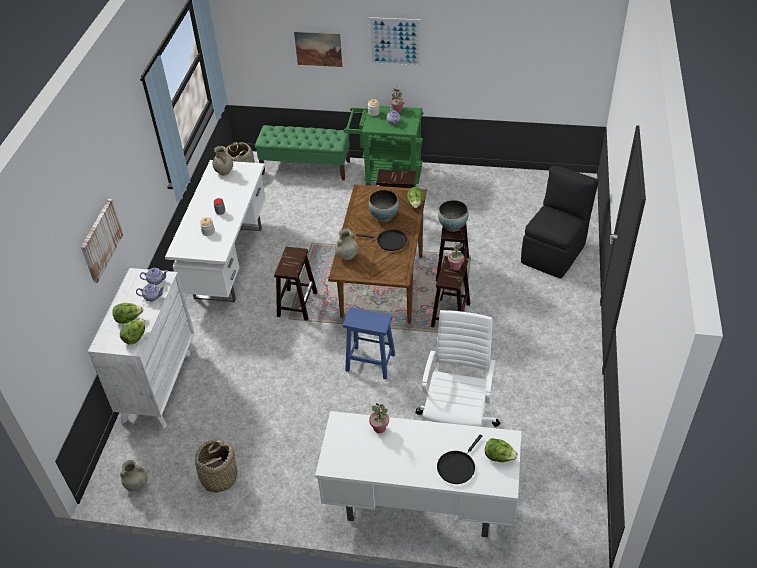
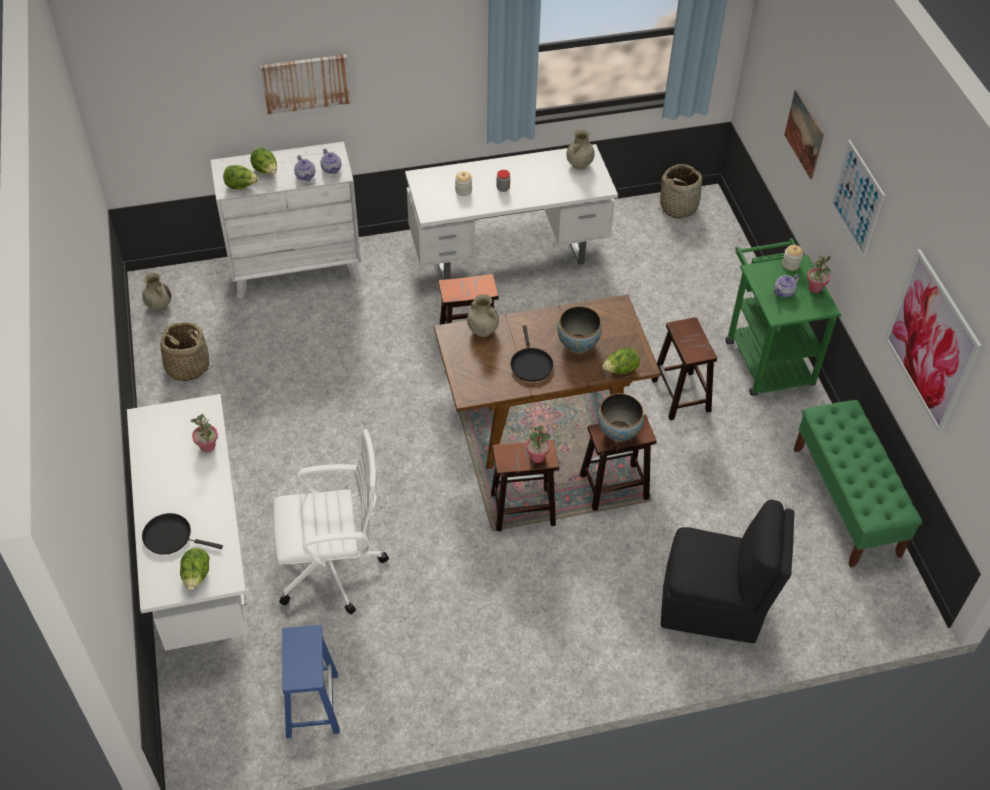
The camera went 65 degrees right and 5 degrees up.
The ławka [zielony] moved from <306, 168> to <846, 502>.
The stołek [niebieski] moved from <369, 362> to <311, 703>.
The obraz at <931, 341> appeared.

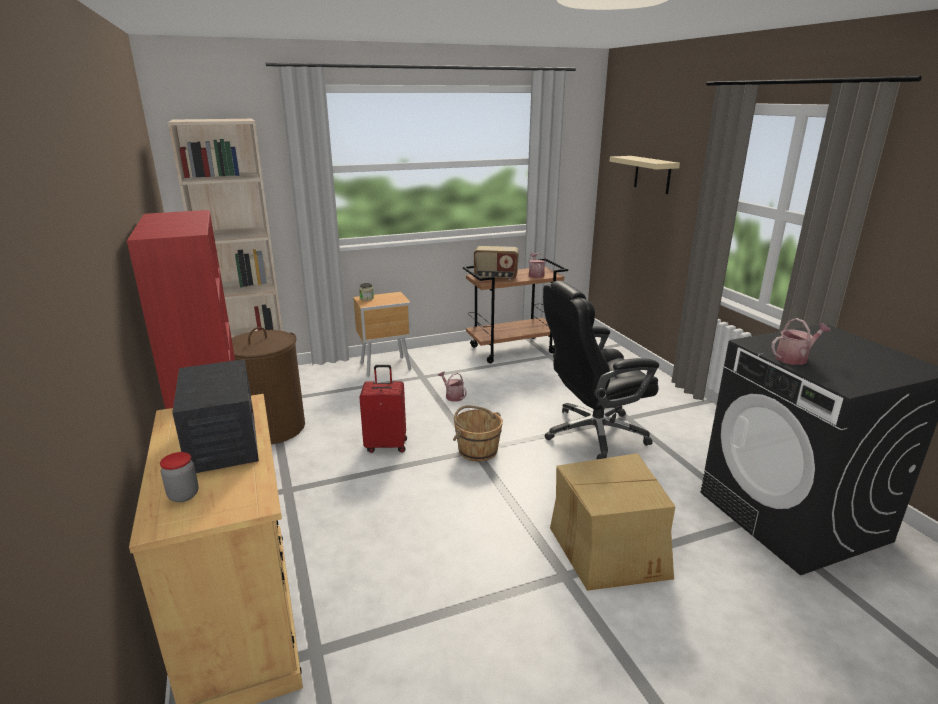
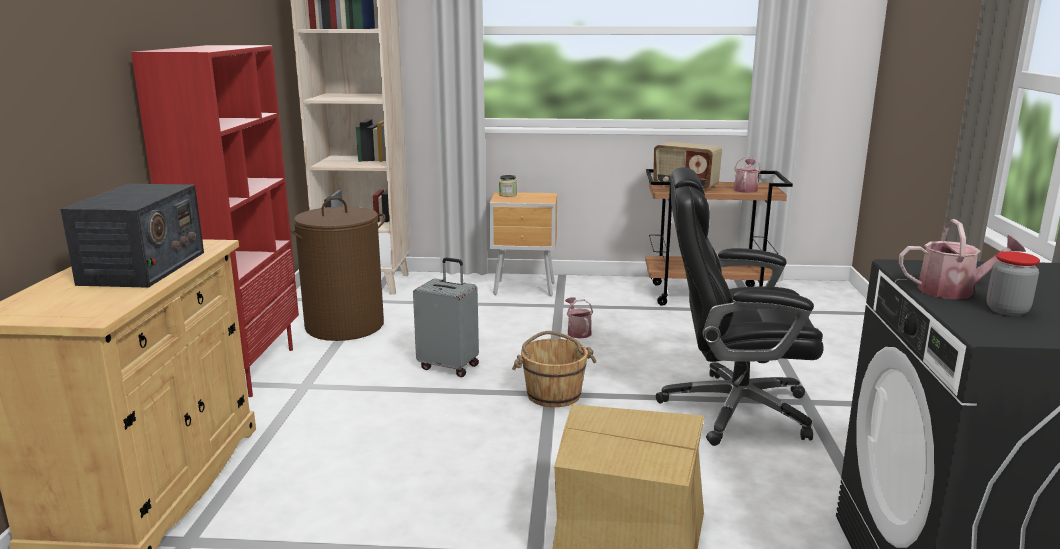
The camera went 25 degrees right and 5 degrees down.
The słoik moved from <183, 495> to <1007, 310>.
The walizka [czerwony] at <386, 445> became the walizka [szary] at <449, 366>.
The półka [beżowy] at <652, 174> disappeared.

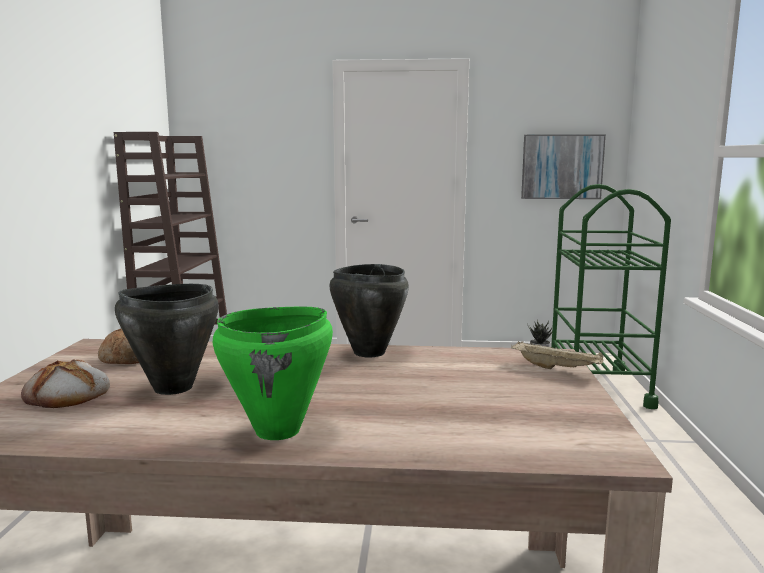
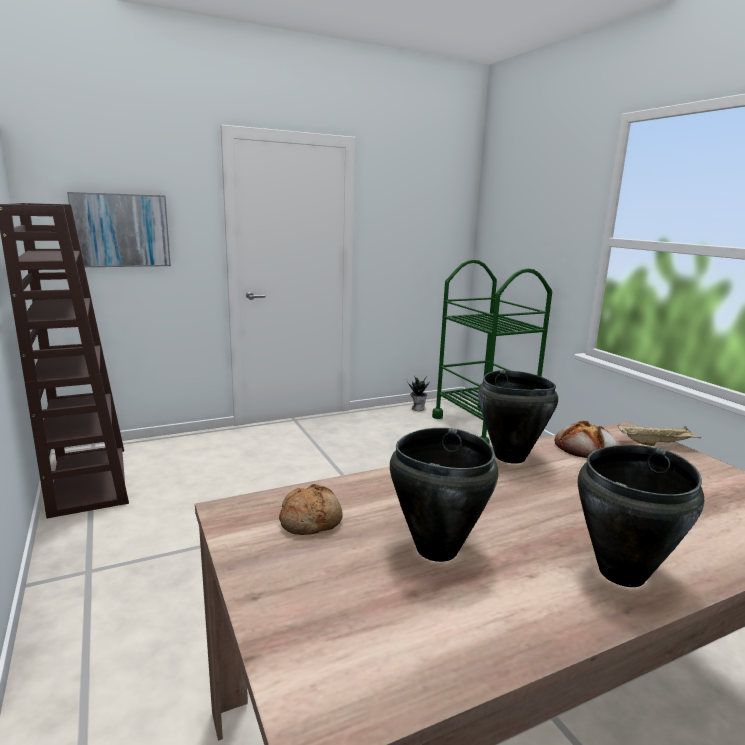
The camera went 30 degrees left and 5 degrees up.
The chleb moved from <67, 395> to <585, 447>.
The garnek [zielony] at <278, 431> became the garnek [czarny] at <623, 573>.
The obraz moved from <562, 167> to <121, 230>.

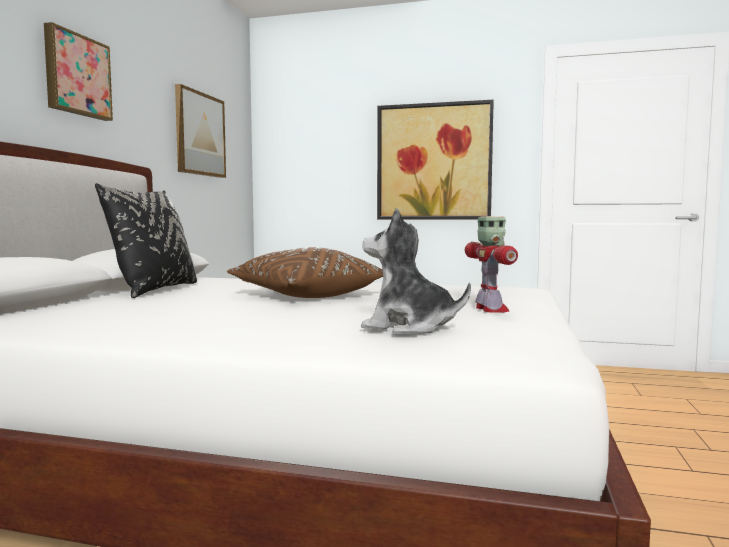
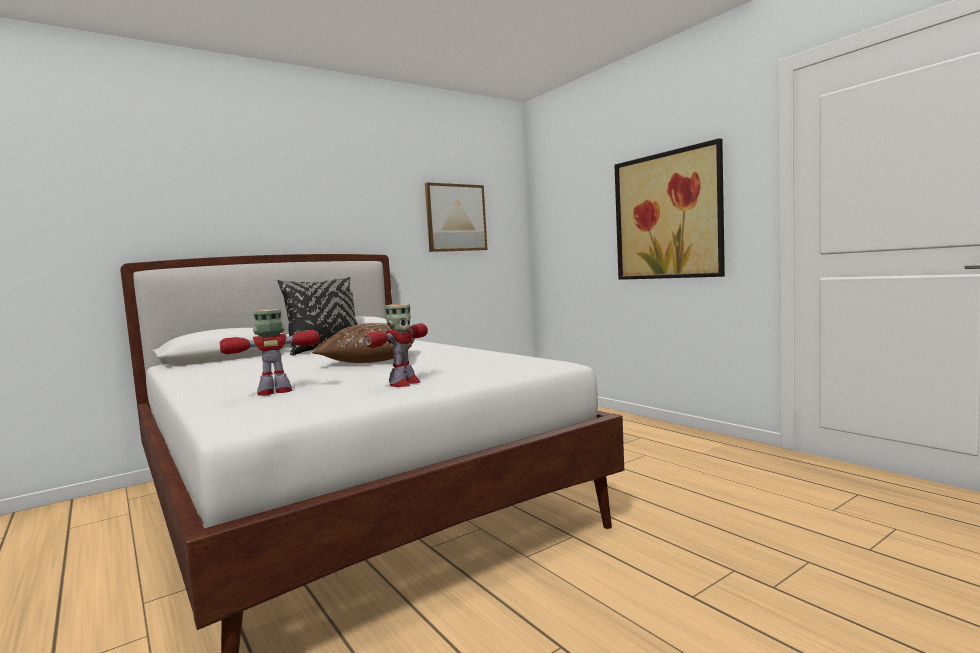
The camera went 40 degrees right and 0 degrees up.
The obraz at <76, 75> disappeared.
The pluszak at <409, 327> was replaced by the robot zabawkowy at <275, 392>.

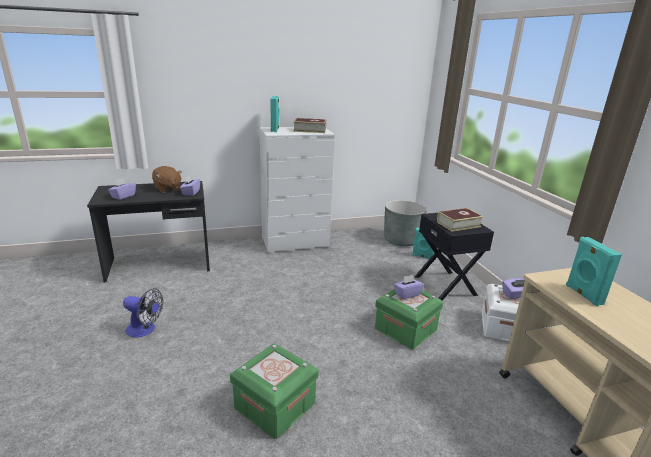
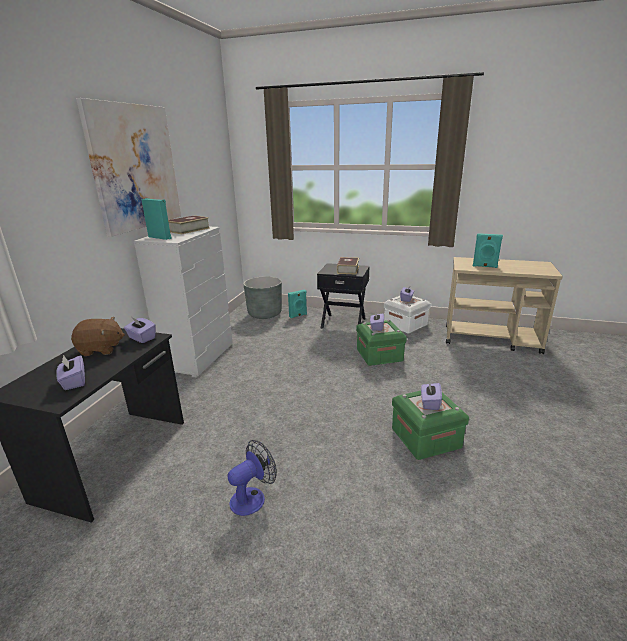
The camera went 55 degrees left and 0 degrees up.
The obraz at <135, 167> appeared.
The pudełko chusteczek [fioletowy] at <430, 403> appeared.

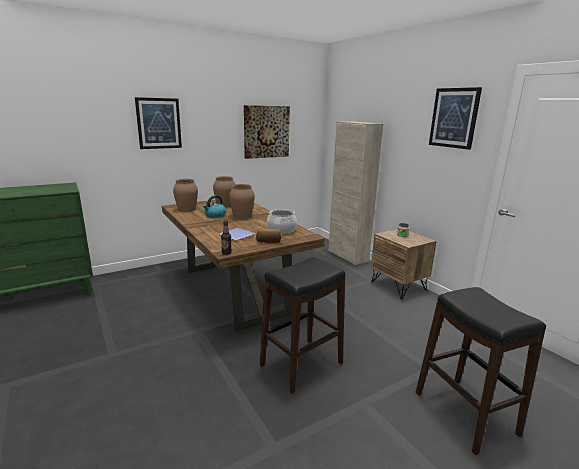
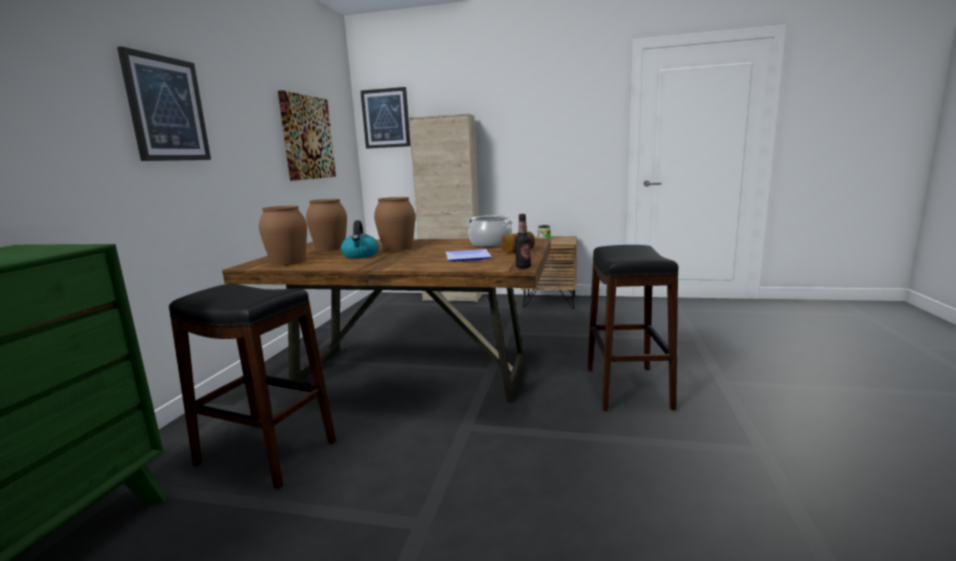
The camera went 45 degrees left and 5 degrees down.
The stołek [czarny] moved from <464, 413> to <265, 453>.
The obraz moved from <454, 118> to <386, 118>.

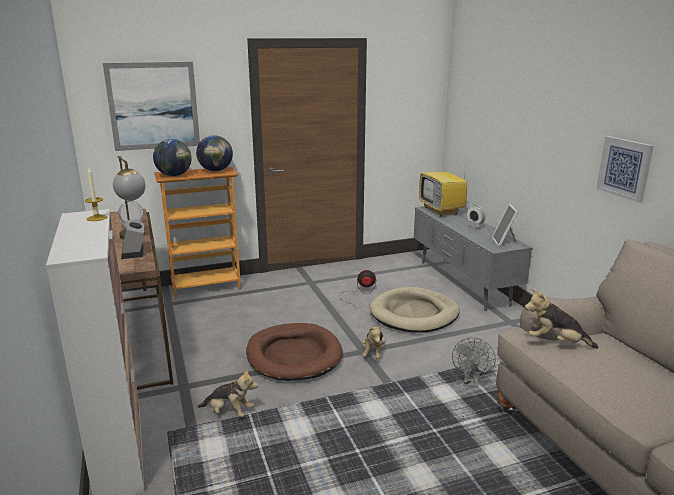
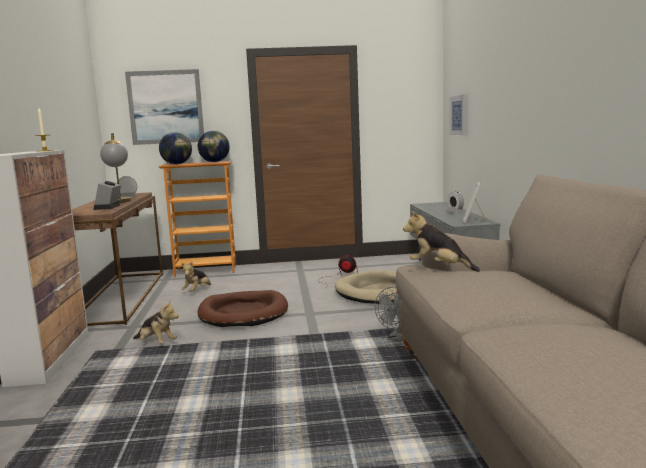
The camera went 15 degrees right and 10 degrees down.
The pluszak moved from <374, 353> to <197, 291>.
The telewizor at <442, 211> disappeared.
The obraz moved from <624, 168> to <458, 115>.

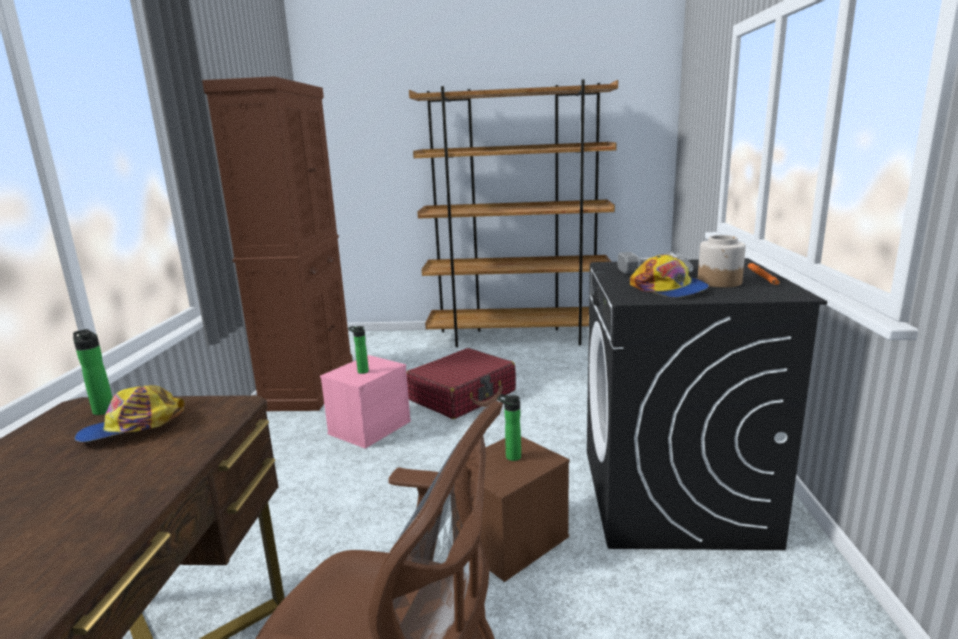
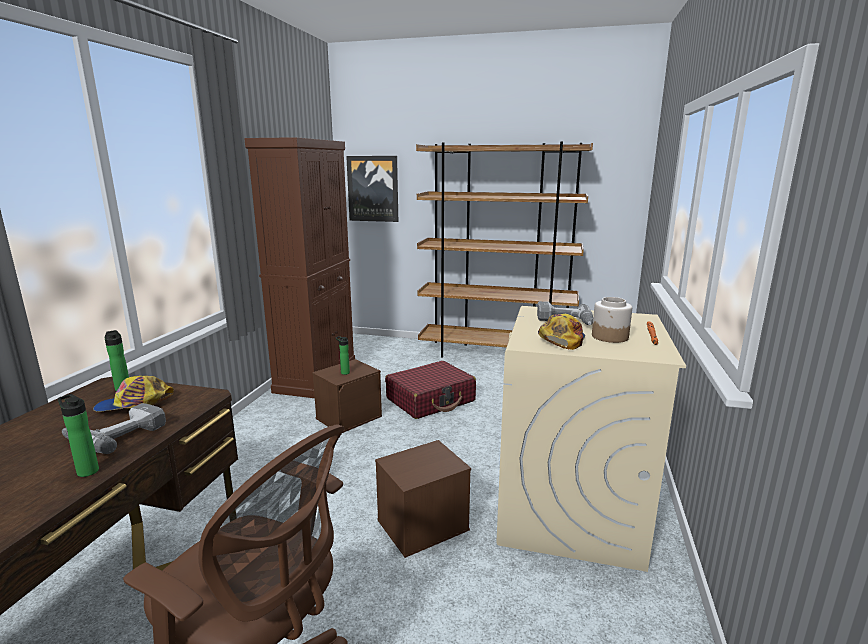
The camera went 10 degrees right and 0 degrees up.
The pojemnik do przechowywania [różowy] at <370, 427> became the pojemnik do przechowywania [brązowy] at <349, 417>.
The butelka moved from <511, 456> to <86, 470>.
The pralka [czarny] at <673, 496> became the pralka [beżowy] at <570, 510>.
The czapka z daszkiem at <669, 289> turned 135 degrees counterclockwise.
The wiertarka at <115, 434> appeared.
The obraz at <373, 189> appeared.

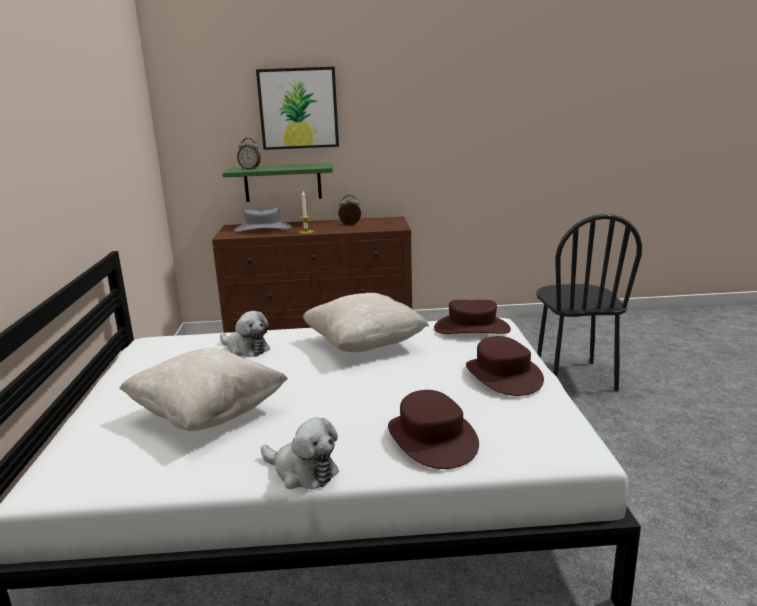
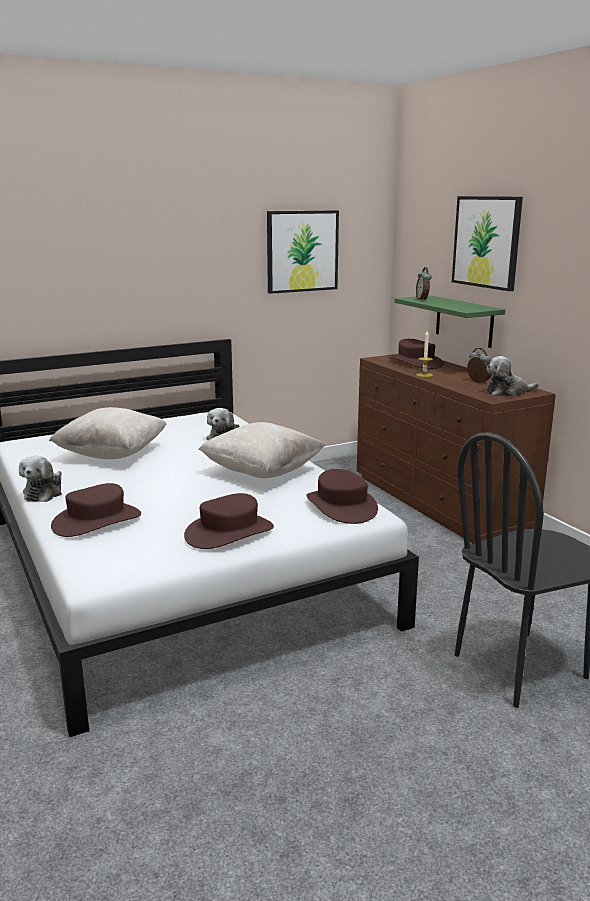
The camera went 65 degrees right and 0 degrees up.
The kapelusz [szary] at <263, 229> became the kapelusz [brązowy] at <415, 363>.
The obraz at <302, 251> appeared.
The pluszak at <507, 392> appeared.

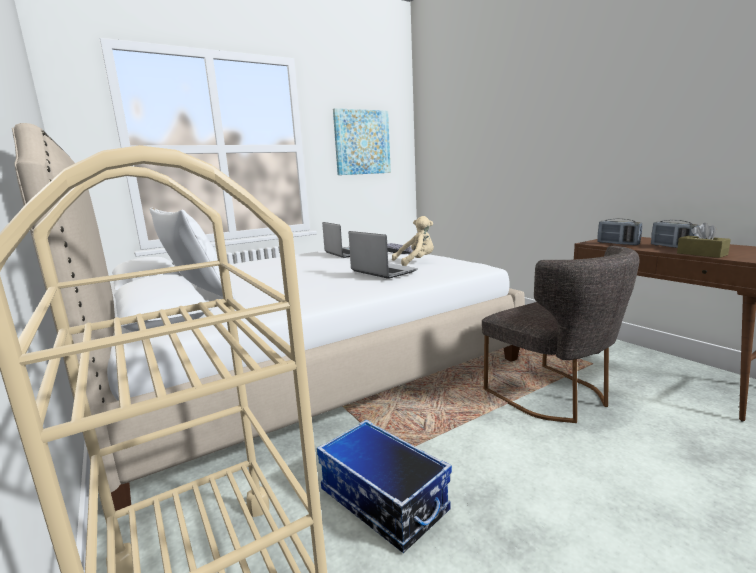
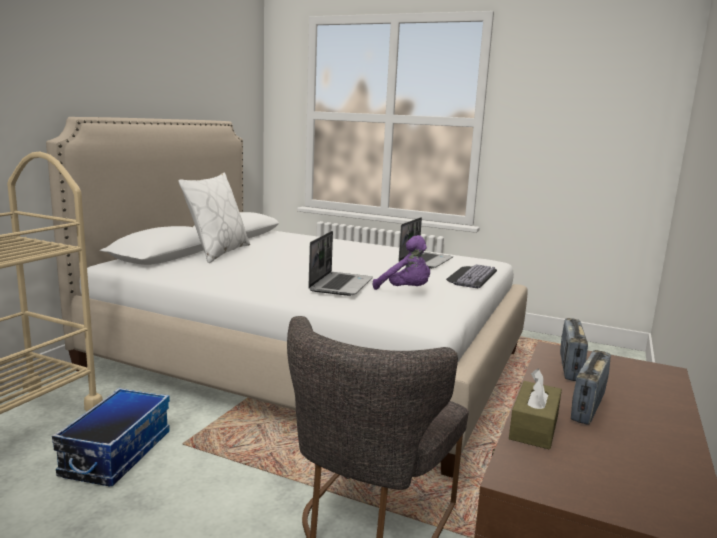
The camera went 55 degrees right and 0 degrees up.
The obraz at <362, 142> disappeared.
The pluszak [beżowy] at <416, 262> became the pluszak [fioletowy] at <406, 291>.

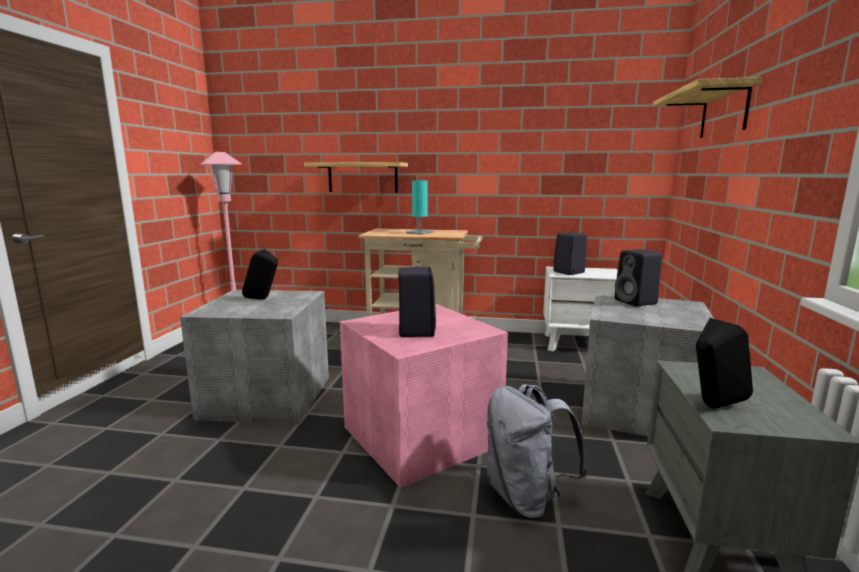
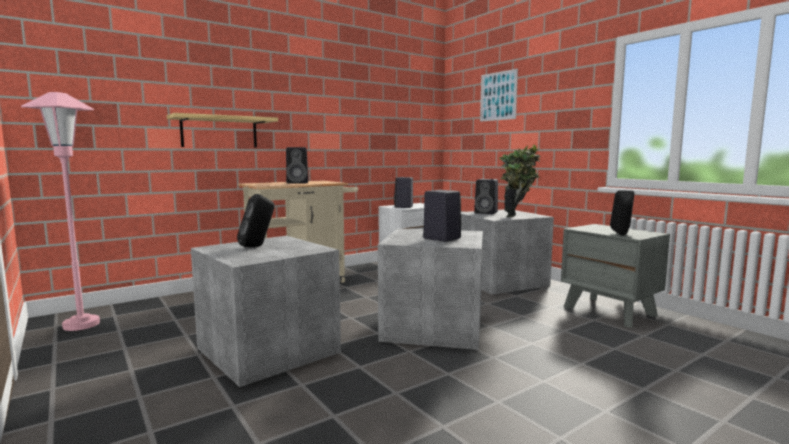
The camera went 45 degrees left and 5 degrees down.
The pojemnik do przechowywania [różowy] at <423, 436> became the pojemnik do przechowywania [szary] at <435, 326>.
The lampa stołowa [turkusowy] at <420, 232> was replaced by the głośnik [czarny] at <298, 183>.
The plecak [szary] at <526, 498> disappeared.
The półka at <724, 112> was replaced by the obraz at <498, 96>.
The roślina doniczkowa at <518, 216> appeared.

